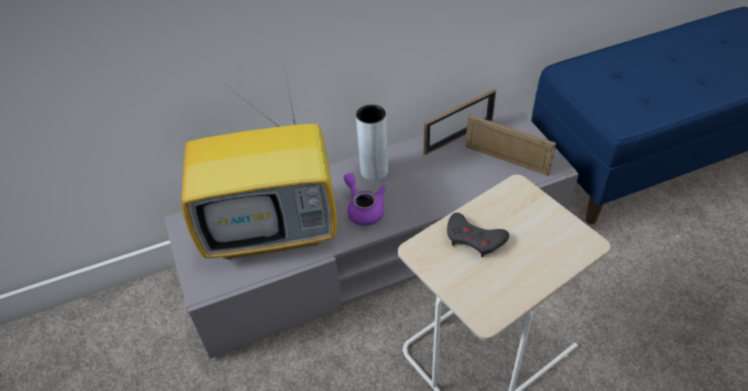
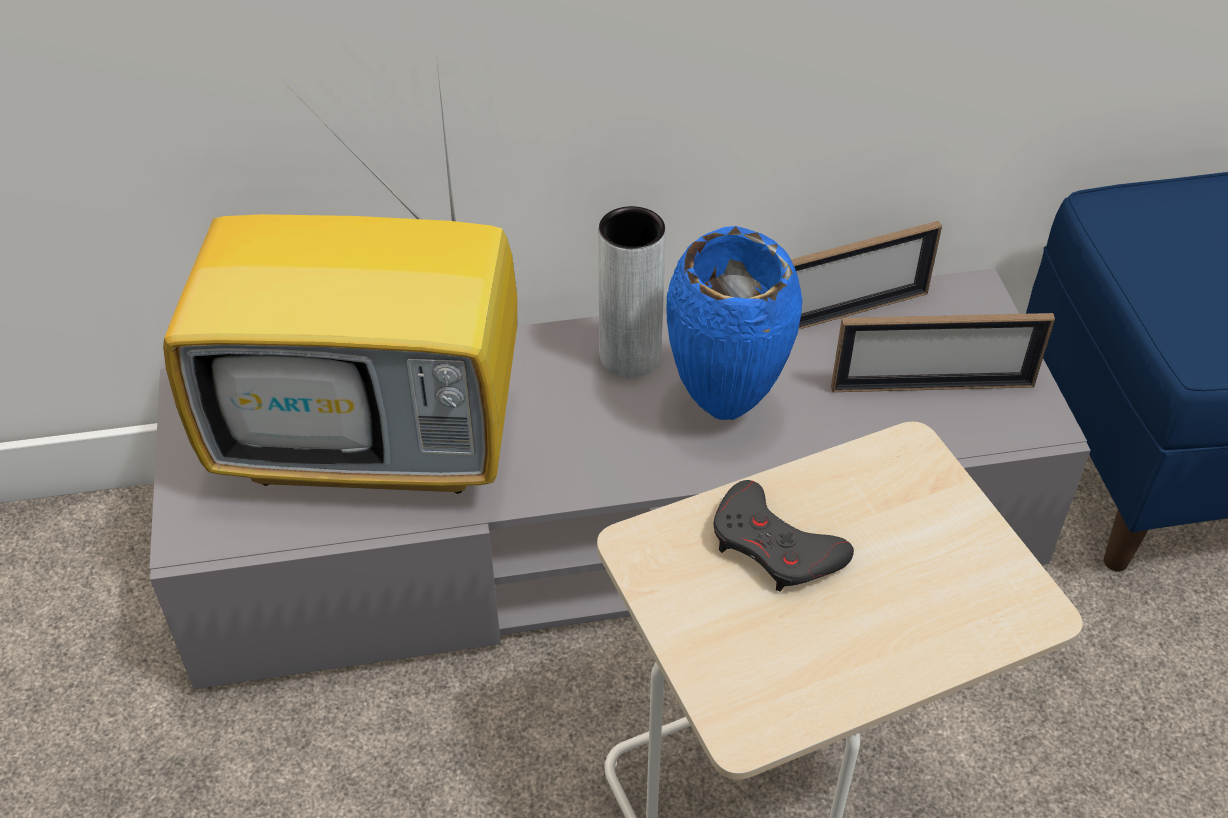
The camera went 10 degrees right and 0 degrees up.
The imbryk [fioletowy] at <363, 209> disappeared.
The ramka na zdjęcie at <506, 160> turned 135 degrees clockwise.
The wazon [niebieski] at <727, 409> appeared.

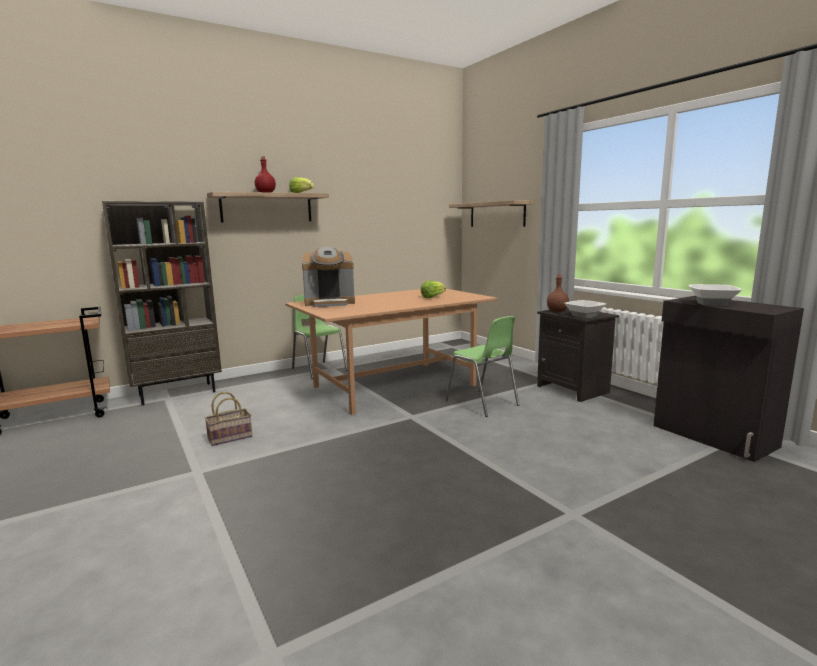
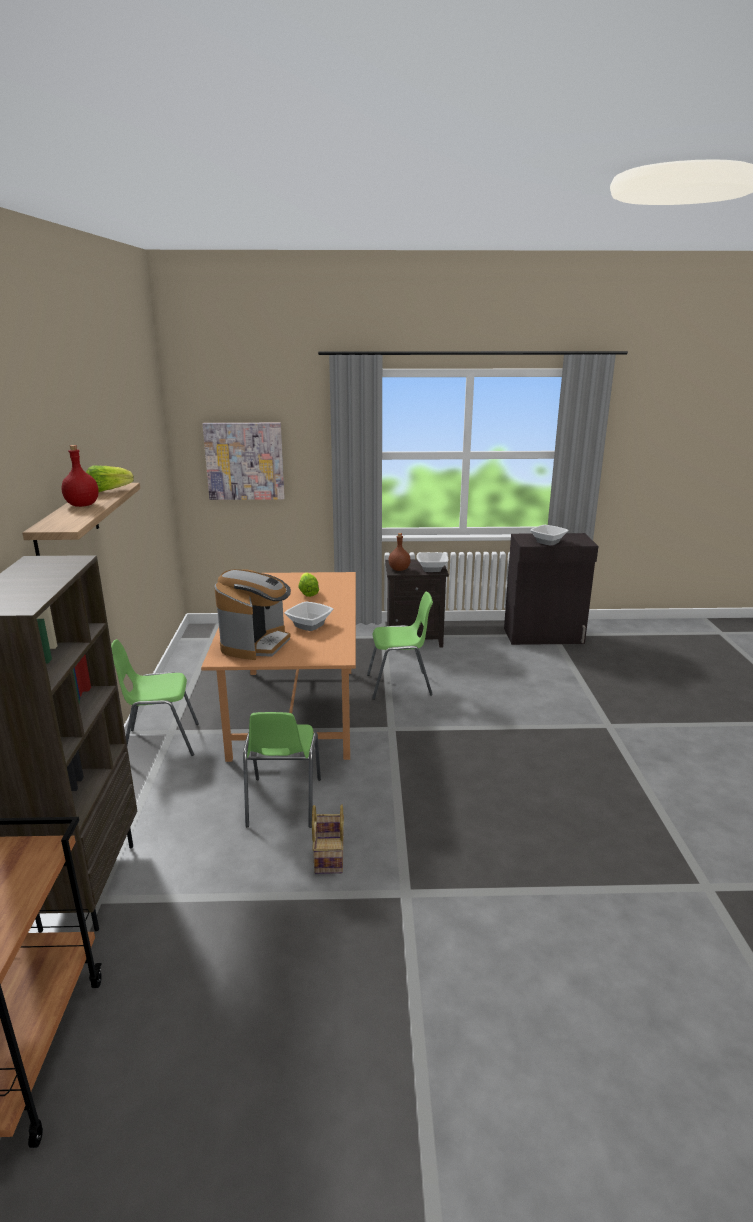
The camera went 60 degrees left and 10 degrees up.
The półka at <497, 214> was replaced by the obraz at <244, 461>.
The krzesło [zielony] at <283, 803> appeared.
The miska at <308, 625> appeared.

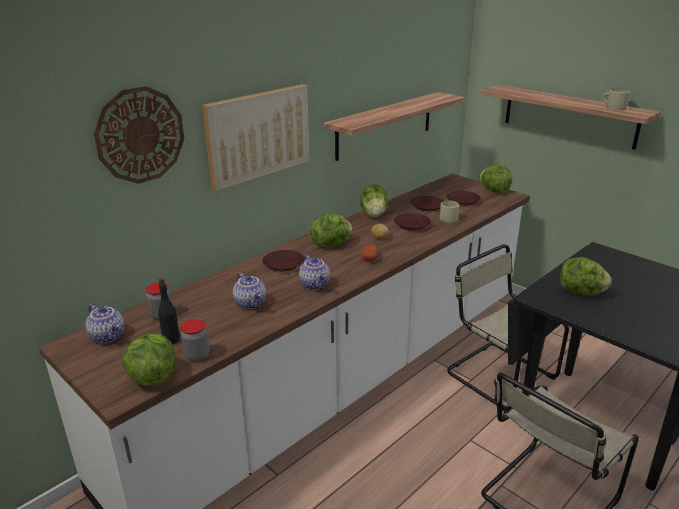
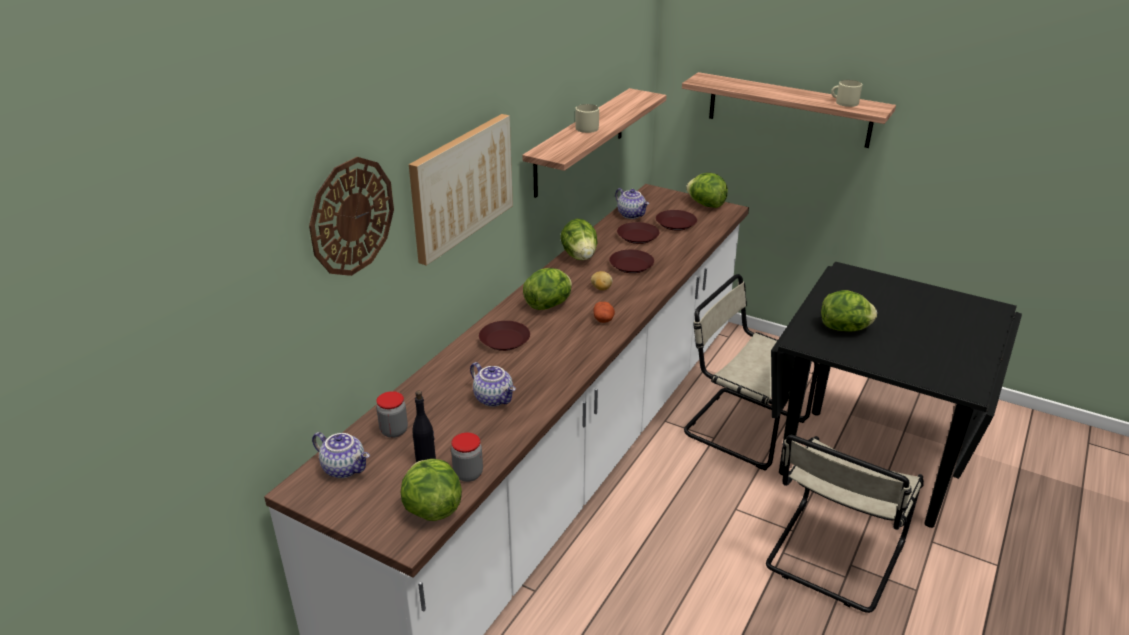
The camera went 15 degrees left and 5 degrees up.
The imbryk moved from <315, 284> to <632, 214>.
The kubek [beżowy] moved from <448, 218> to <586, 127>.

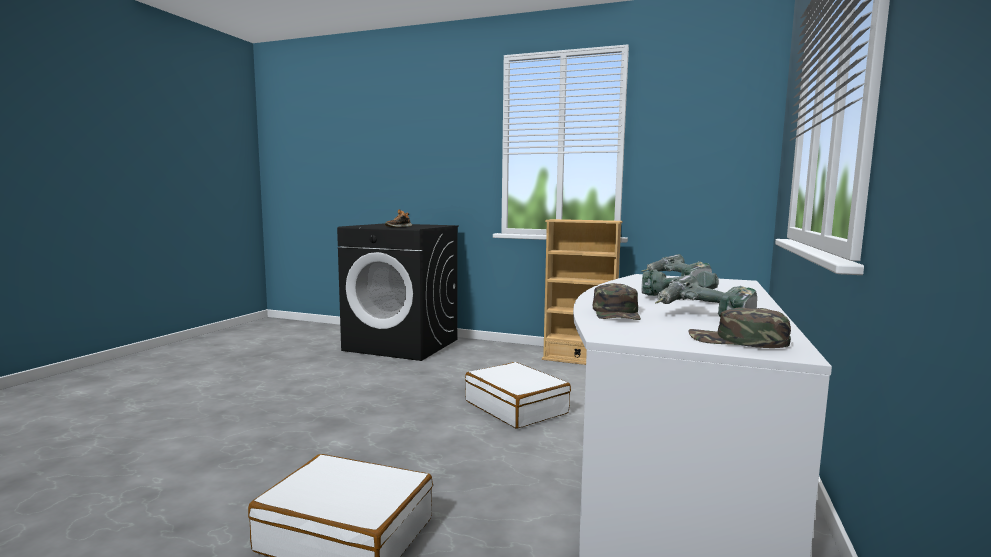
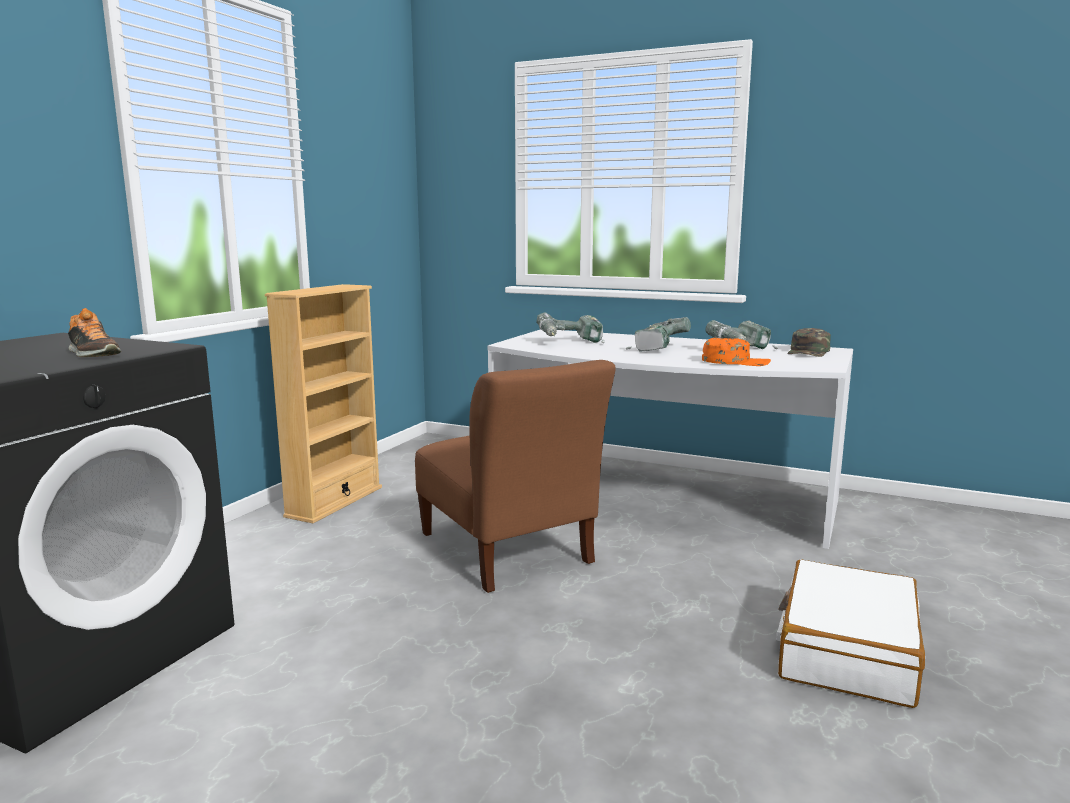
The camera went 85 degrees left and 5 degrees up.
The walizka [biały] at <516, 407> was replaced by the krzesło [brązowy] at <507, 552>.
The czapka z daszkiem [zielony] at <617, 313> became the czapka z daszkiem [pomarańczowy] at <735, 362>.

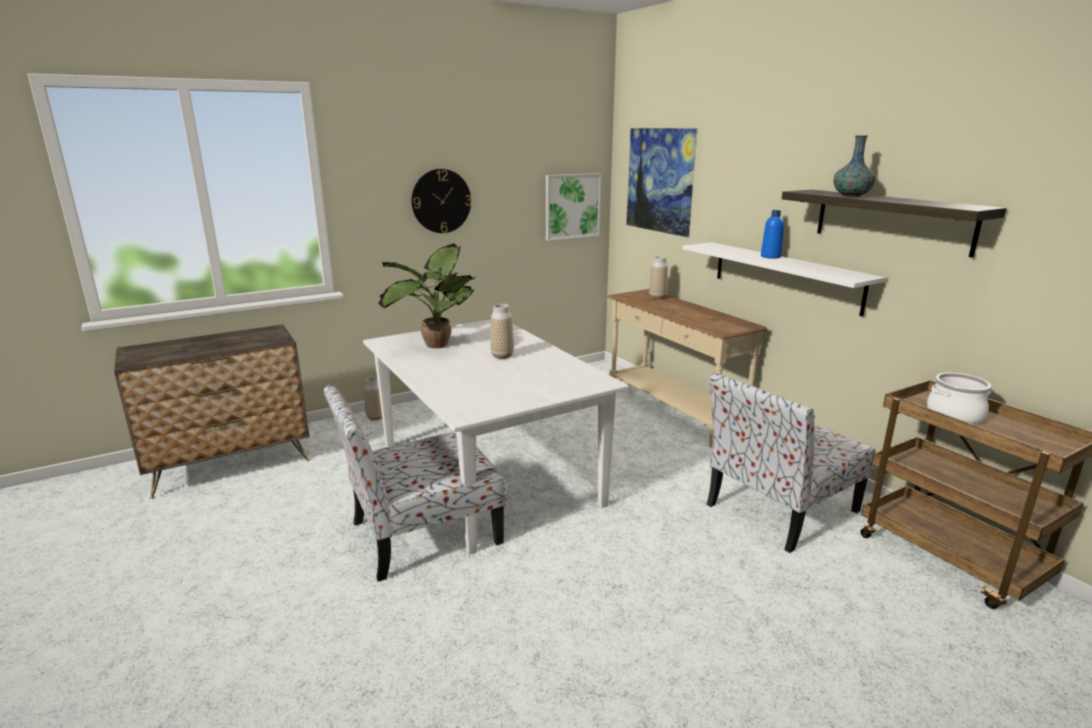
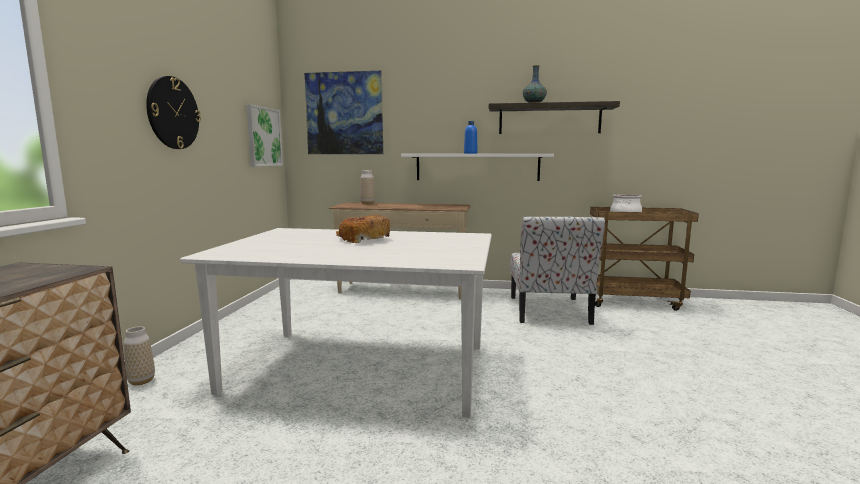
The camera went 50 degrees left and 10 degrees down.
The krzesło at <422, 534> disappeared.
The roślina doniczkowa at <432, 345> disappeared.
The wazon at <502, 356> was replaced by the chleb at <363, 239>.

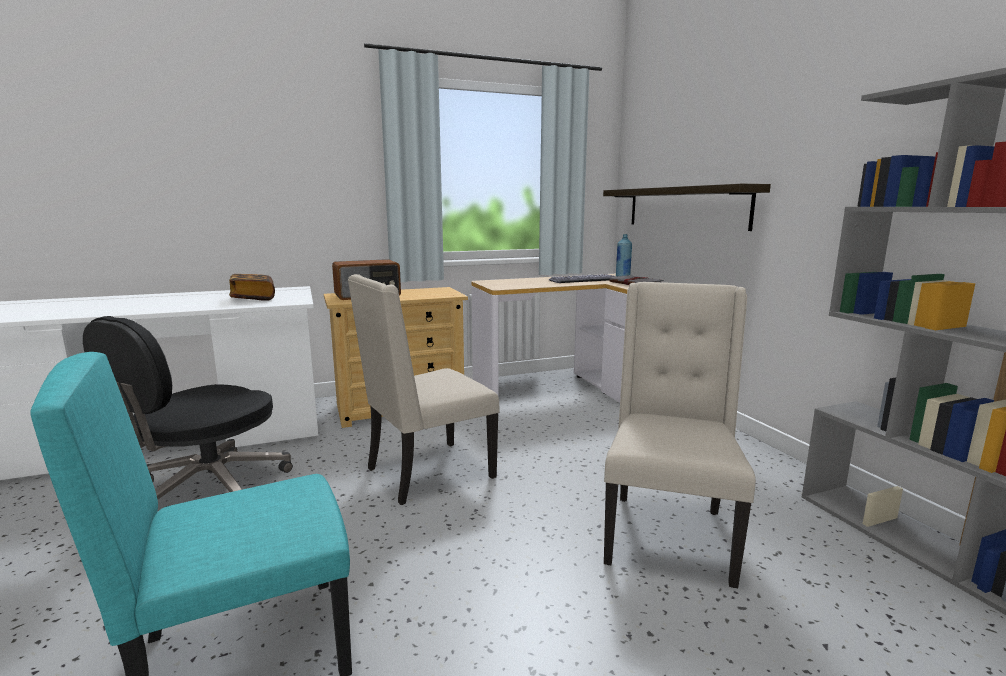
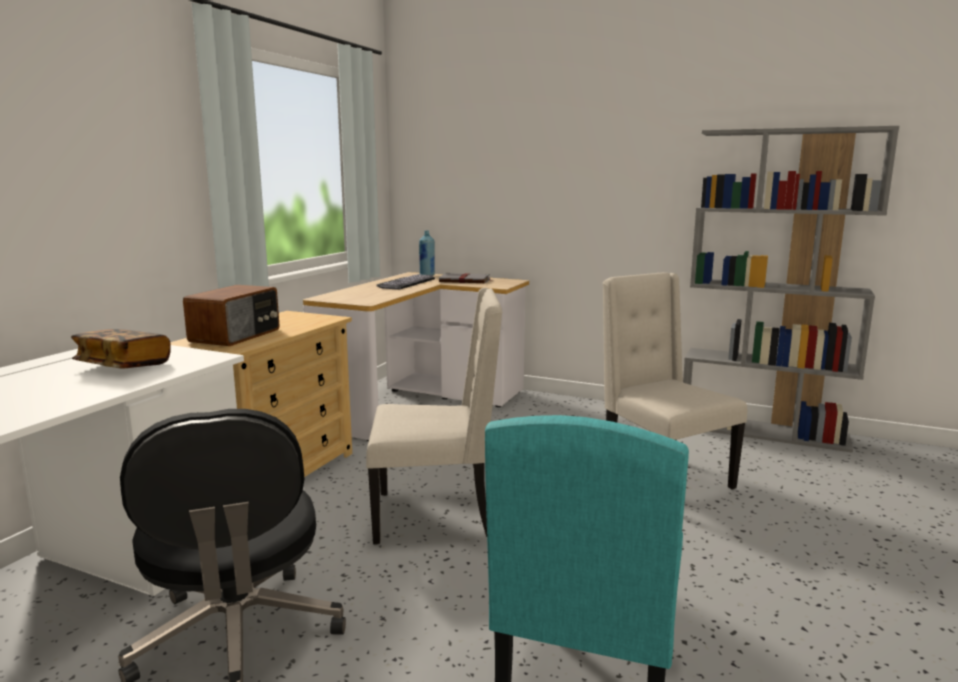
The camera went 45 degrees left and 0 degrees up.
The krzesło [beżowy] at <427, 473> turned 105 degrees counterclockwise.
The półka at <684, 207> disappeared.

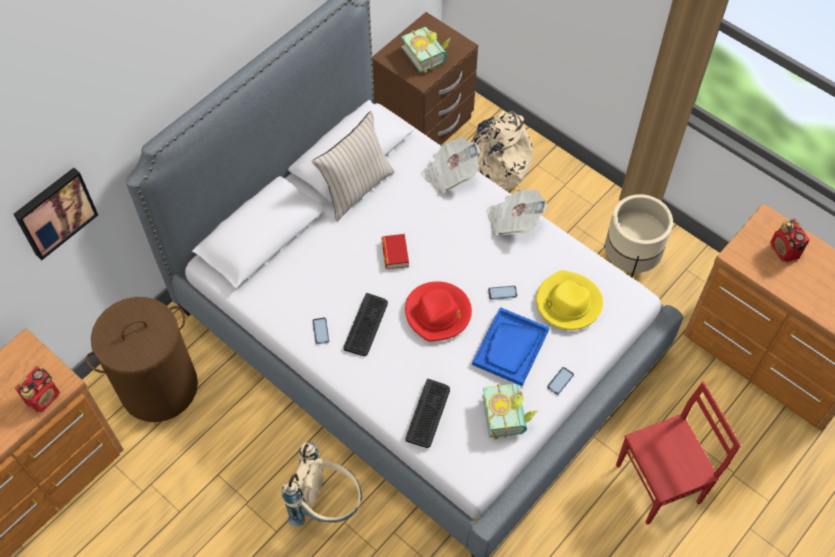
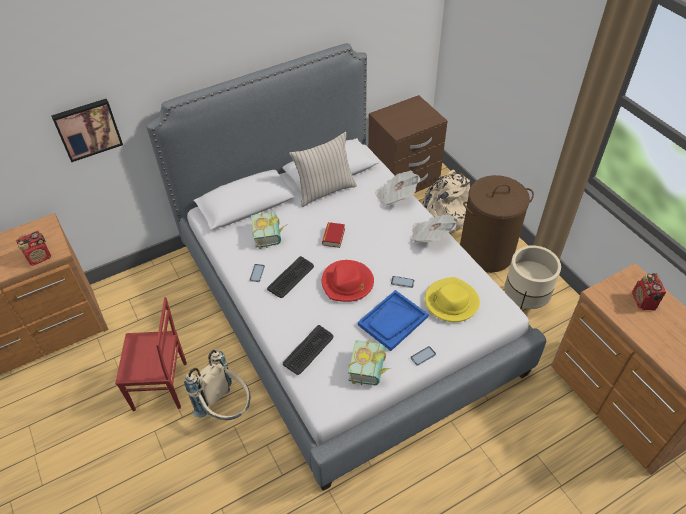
The camera went 20 degrees right and 10 degrees down.
The kosz na pranie [brązowy] moved from <159, 387> to <486, 253>.
The książka moved from <428, 55> to <271, 235>.
The krzesło [czerwony] moved from <660, 484> to <161, 387>.

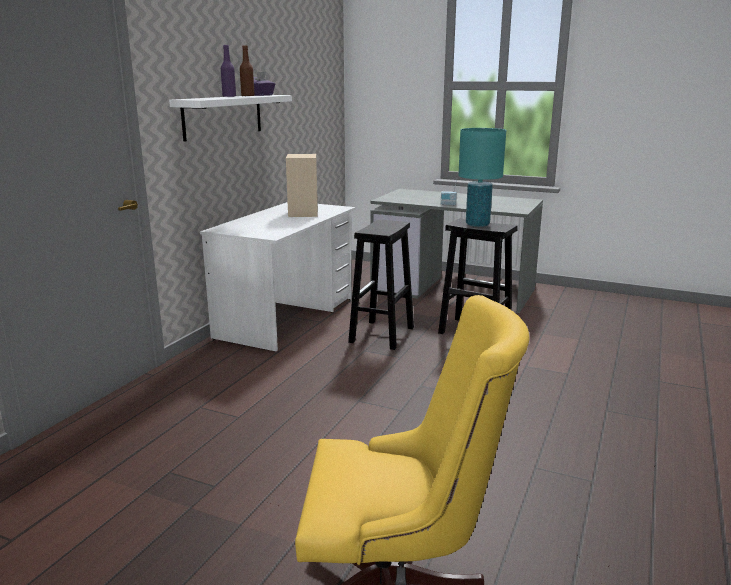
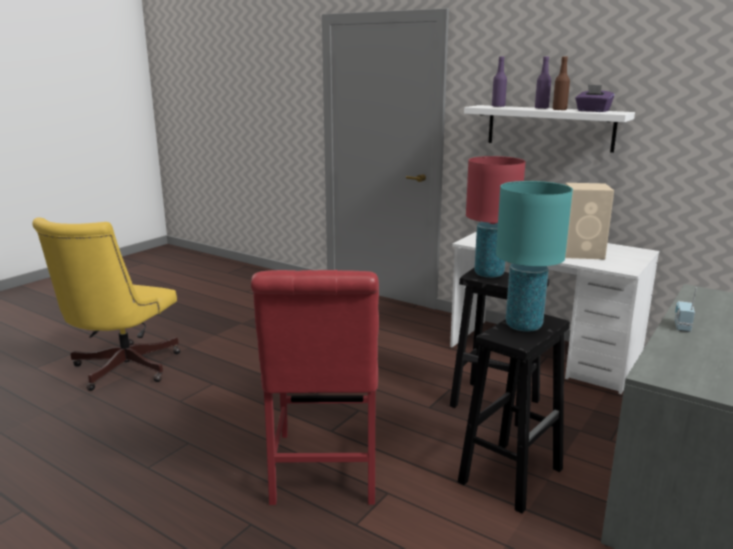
The camera went 100 degrees right and 0 degrees up.
The krzesło [czerwony] at <323, 472> appeared.
The lampa stołowa [czerwony] at <489, 274> appeared.
The butelka [fioletowy] at <498, 106> appeared.

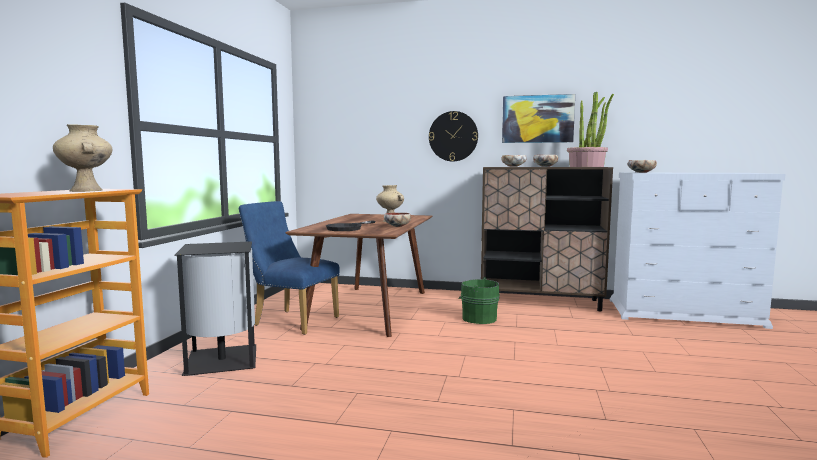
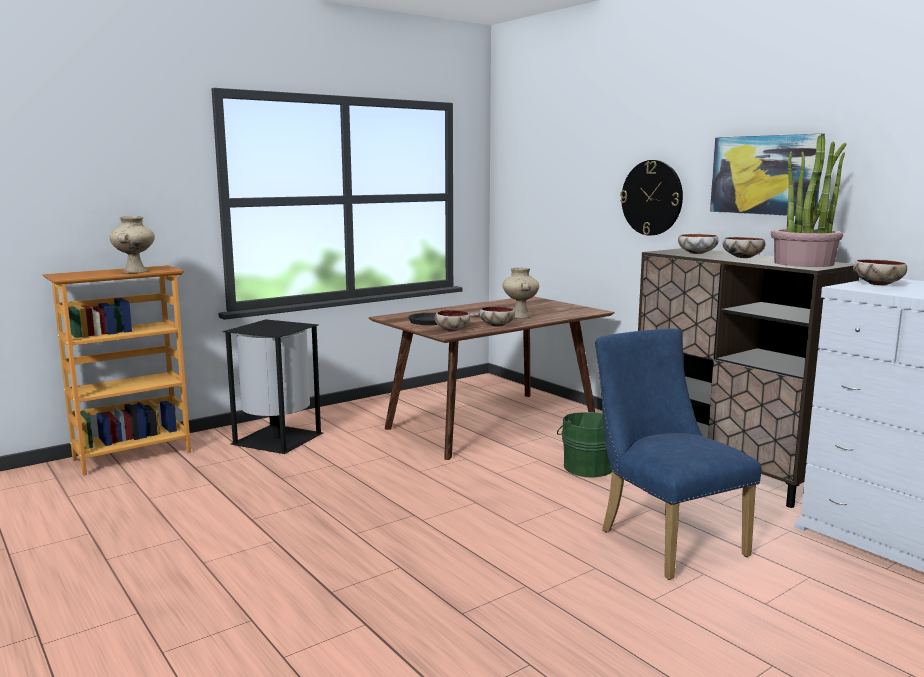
The camera went 40 degrees right and 5 degrees up.
The krzesło [niebieski] moved from <291, 321> to <664, 539>.
The miska at <451, 329> appeared.

